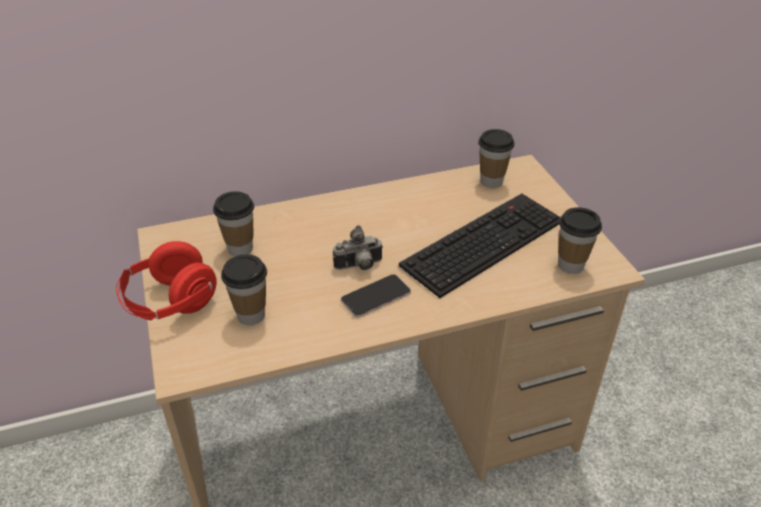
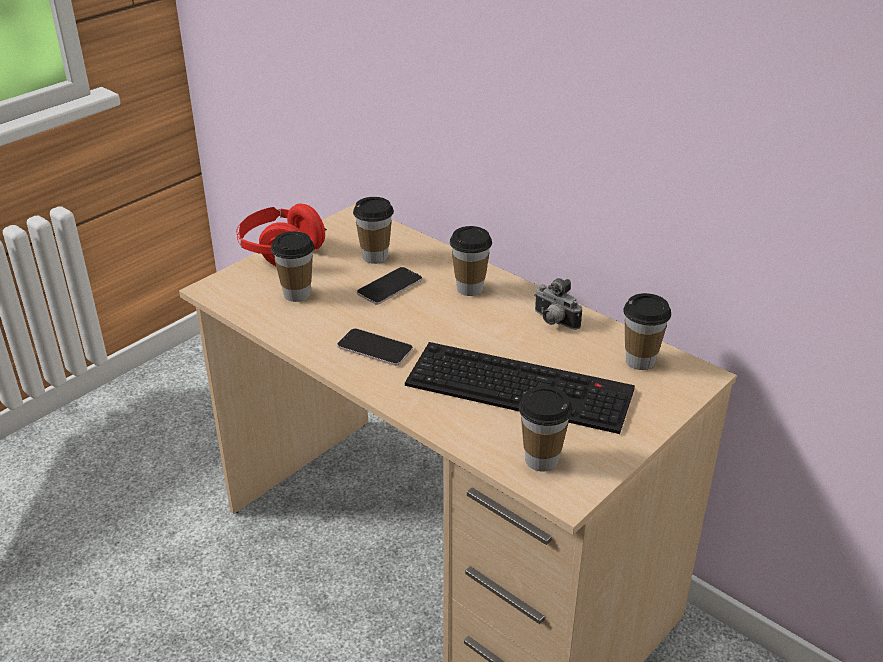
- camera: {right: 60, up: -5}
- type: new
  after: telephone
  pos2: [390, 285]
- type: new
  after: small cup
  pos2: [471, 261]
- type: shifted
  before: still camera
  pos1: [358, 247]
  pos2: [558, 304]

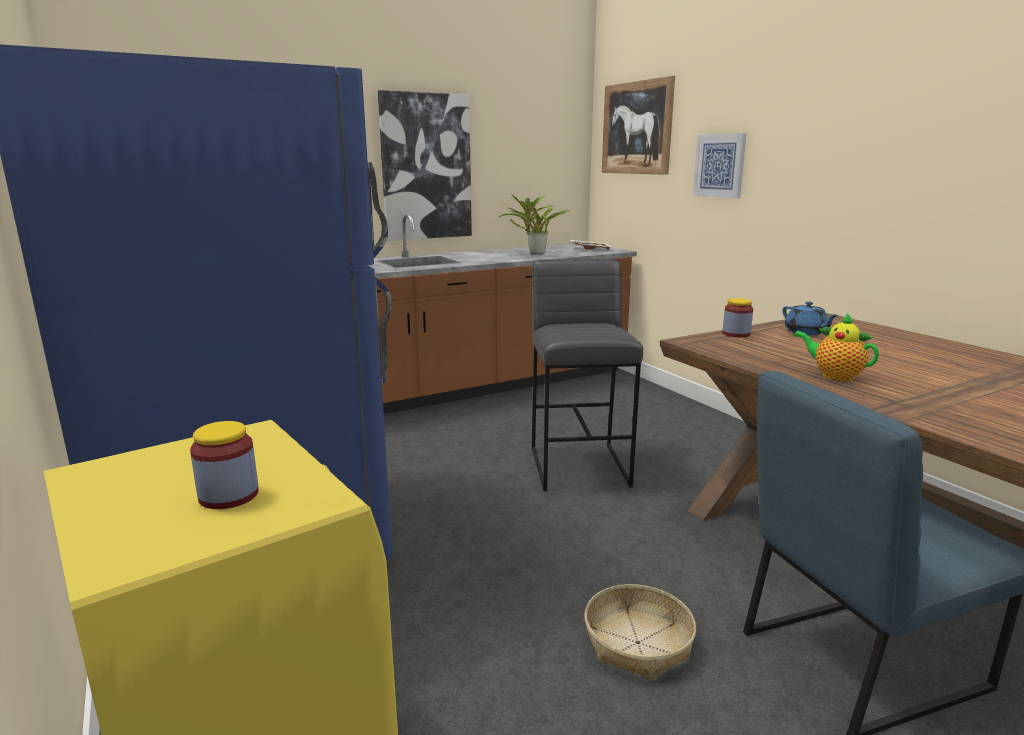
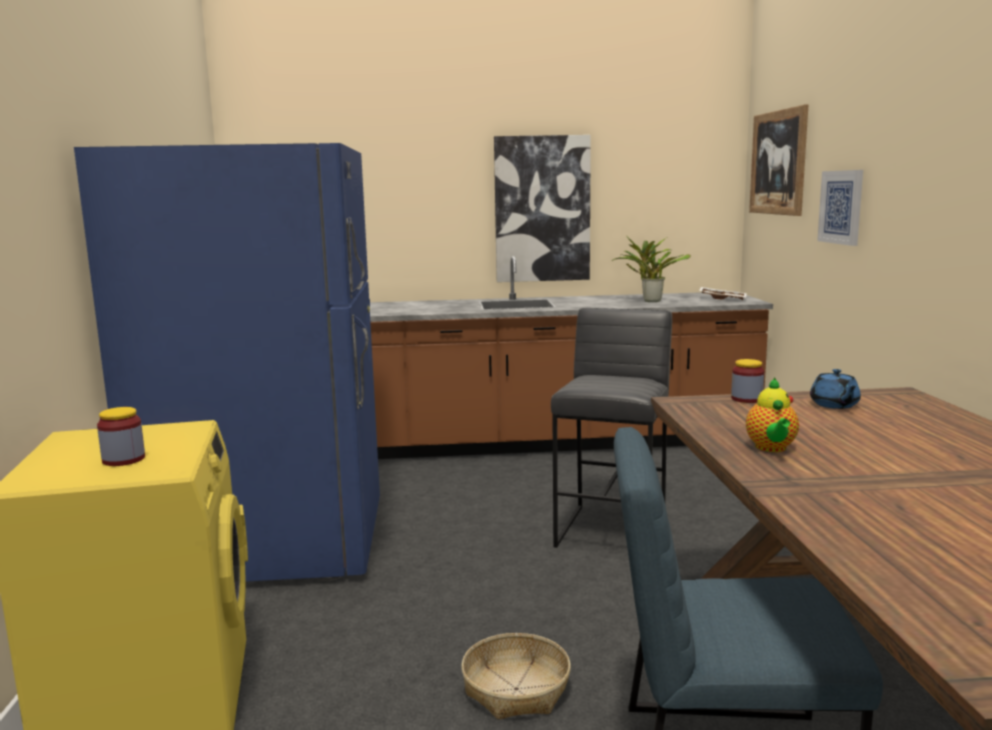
- camera: {right: 25, up: -5}
- type: rotated
  before: pot for tea
  pos1: [836, 347]
  pos2: [772, 415]
  turn: -150

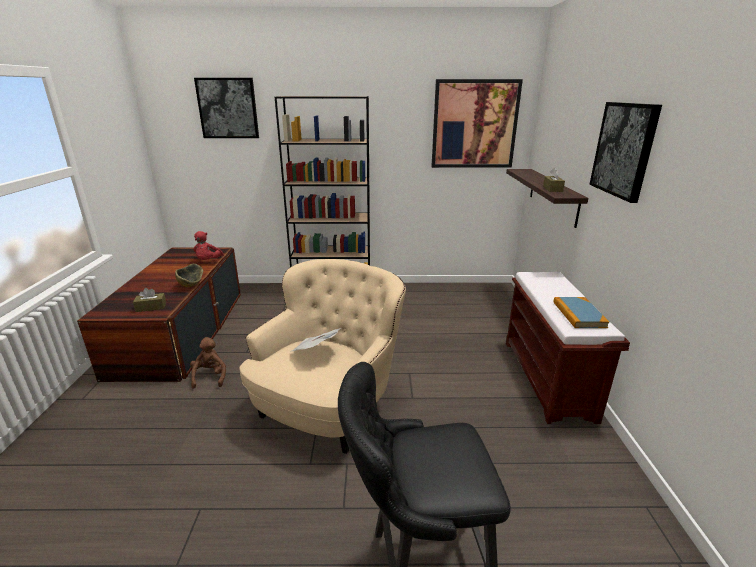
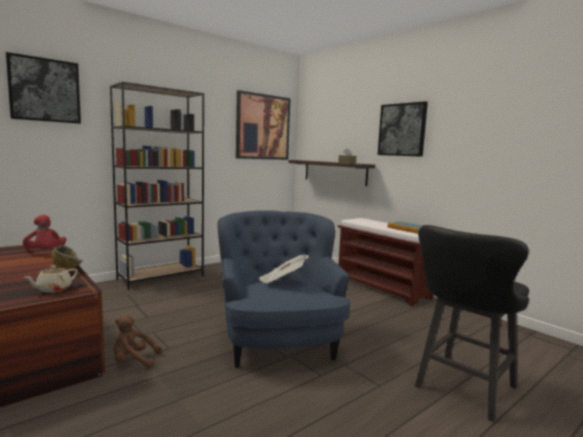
- camera: {right: -40, up: -15}
- type: swapped
  before: brownish tissue holder
  after: beige-coloured pot for tea
  pos1: [149, 300]
  pos2: [51, 279]
- type: rotated
  before: brownish soft toy
  pos1: [208, 363]
  pos2: [137, 342]
  turn: -45
- type: repainted
  before: beige-coloured armchair
  after: blue-coloured armchair
  pos1: [323, 356]
  pos2: [283, 289]

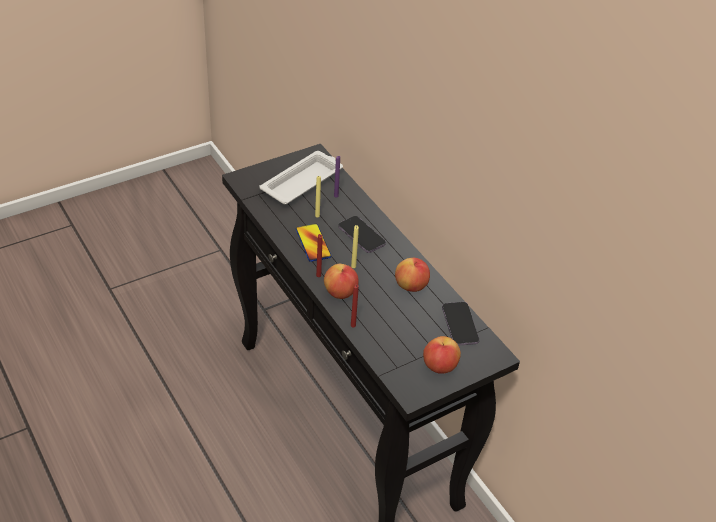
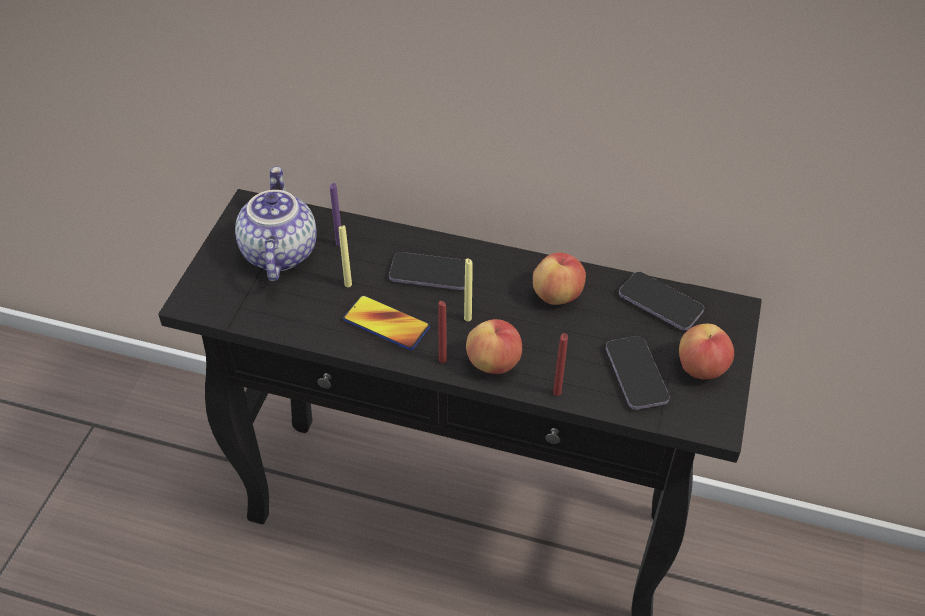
- camera: {right: -40, up: 5}
- type: swapped
  before: white-coloured carrying tray
  after: pot for tea
  pos1: [301, 177]
  pos2: [276, 224]
- type: new
  after: telephone
  pos2: [638, 373]

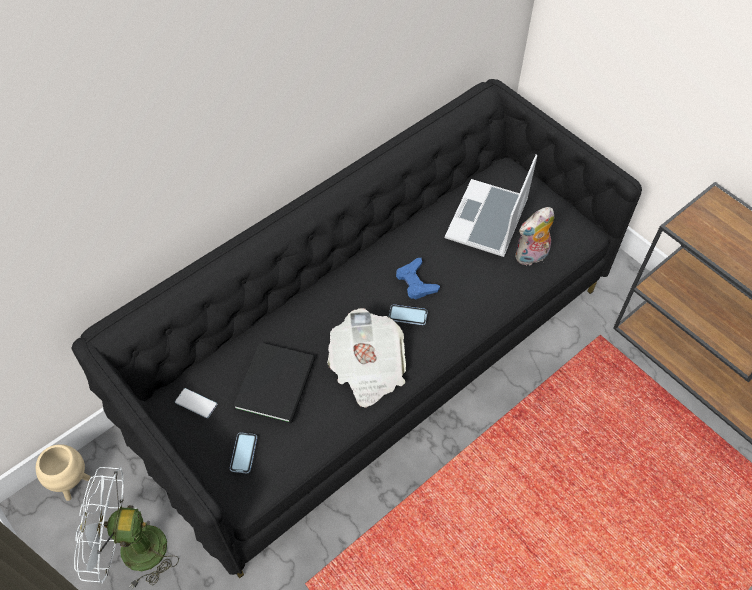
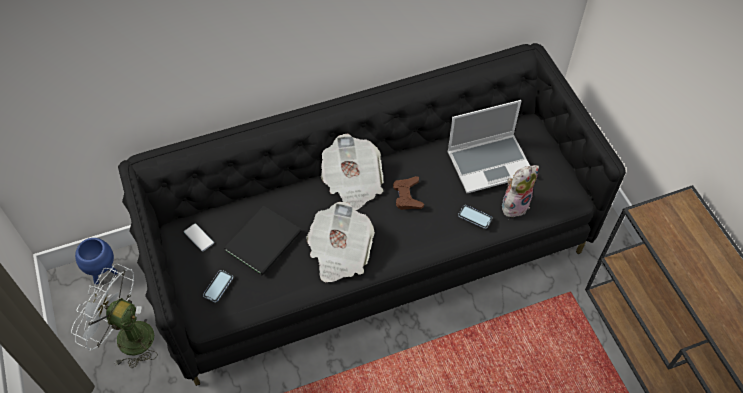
- camera: {right: 20, up: 0}
- type: repainted
  before: beige-coloured plant pot
  after: blue-coloured plant pot
  pos1: [63, 472]
  pos2: [96, 261]
- type: new
  after: daily paper
  pos2: [352, 172]
- type: repainted
  before: blue-coloured joypad
  after: brownish joypad
  pos1: [418, 279]
  pos2: [408, 193]
- type: rotated
  before: notebook computer
  pos1: [491, 205]
  pos2: [488, 146]
  turn: -150
- type: shifted
  before: telephone
  pos1: [408, 314]
  pos2: [475, 217]
- type: rotated
  before: soft toy
  pos1: [534, 236]
  pos2: [520, 191]
  turn: 150

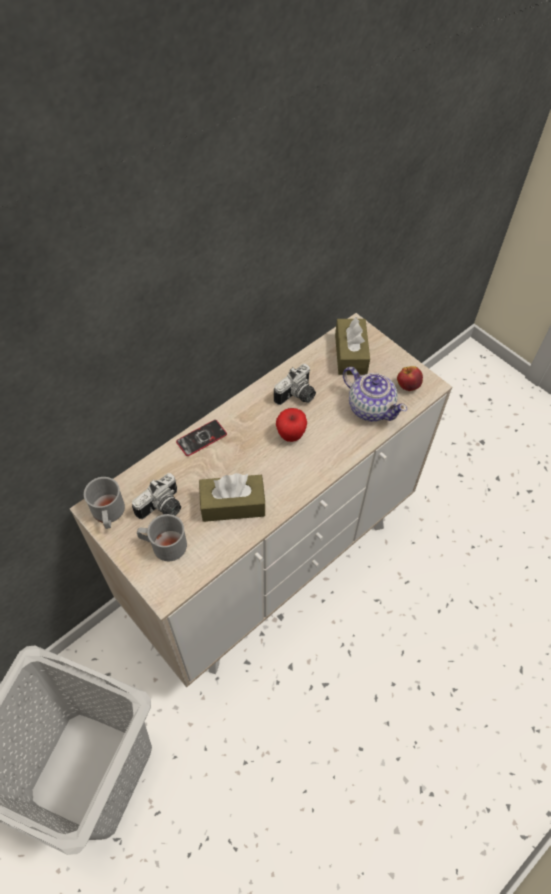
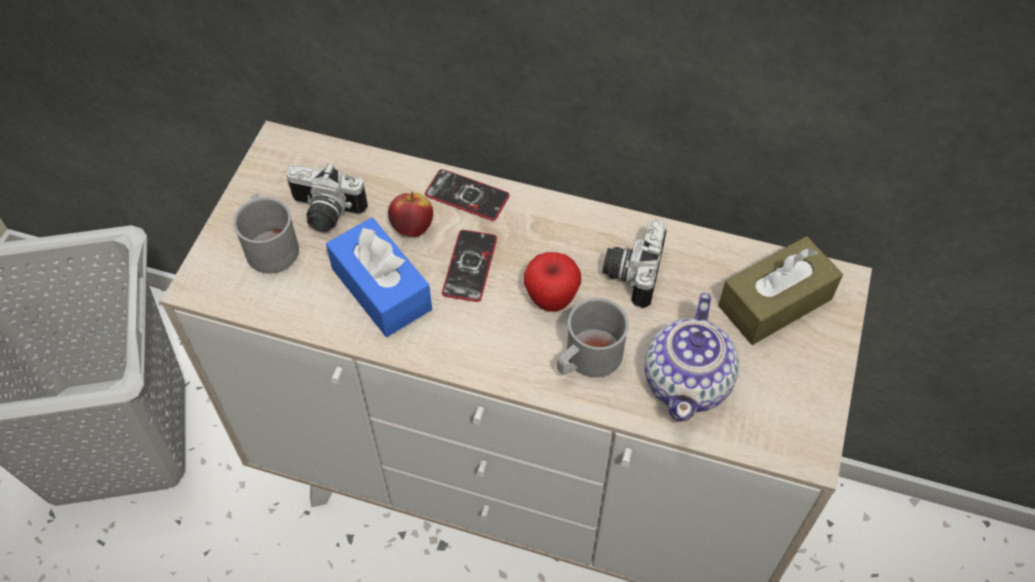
- camera: {right: 60, up: 0}
- type: repainted
  before: brownish tissue holder
  after: blue-coloured tissue holder
  pos1: [232, 497]
  pos2: [379, 277]
- type: shifted
  before: whole apple
  pos1: [410, 378]
  pos2: [410, 214]
- type: new
  after: telephone
  pos2: [469, 266]
- type: shifted
  before: gray tea mug
  pos1: [104, 503]
  pos2: [593, 337]
- type: rotated
  before: still camera
  pos1: [295, 384]
  pos2: [634, 263]
  turn: 90

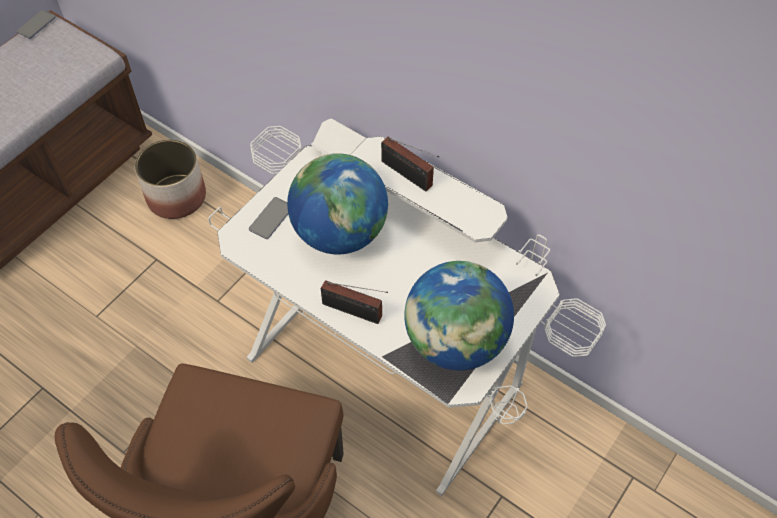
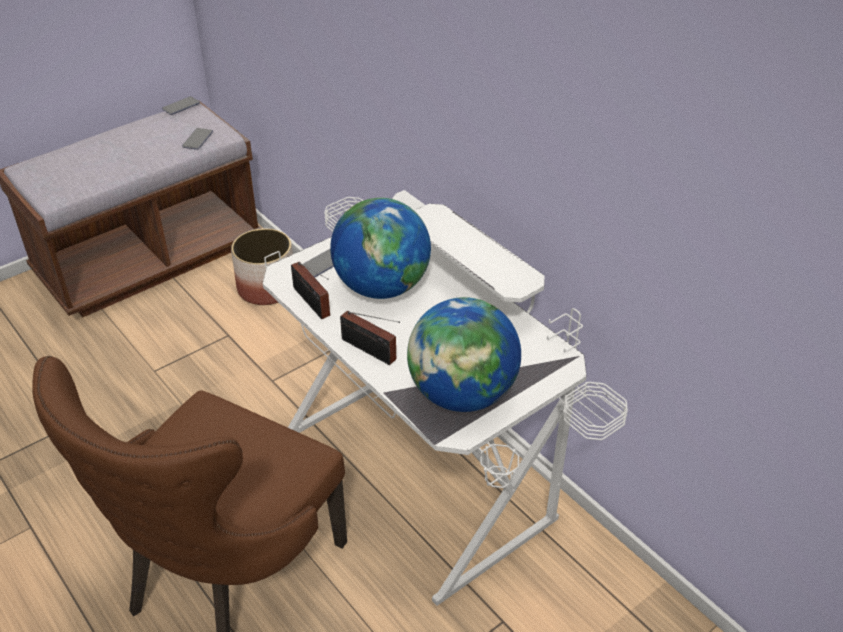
- camera: {right: 15, up: -15}
- type: new
  after: telephone
  pos2: [197, 139]
- type: shifted
  before: radio
  pos1: [410, 164]
  pos2: [310, 290]

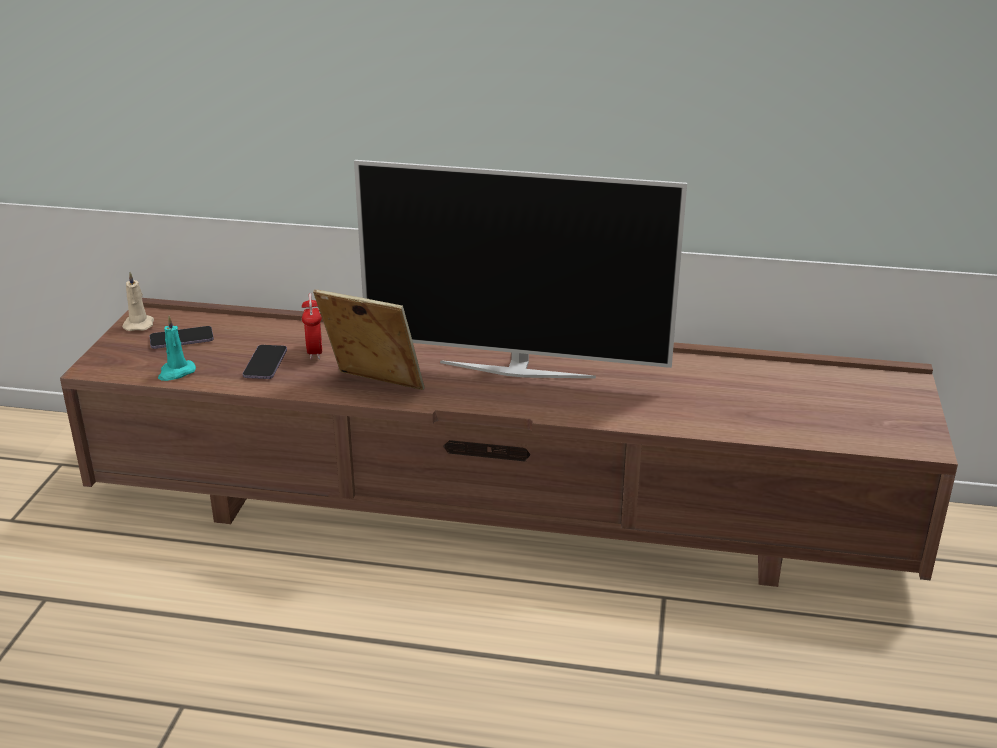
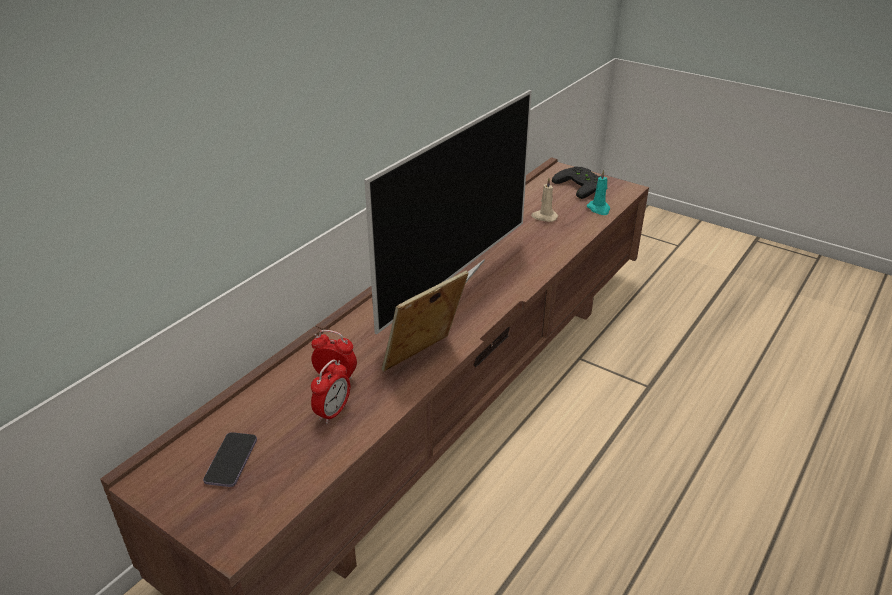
- camera: {right: -65, up: 5}
- type: swapped
  before: telephone
  after: alarm clock
  pos1: [265, 362]
  pos2: [330, 391]
- type: shifted
  before: beige-coloured candle
  pos1: [138, 301]
  pos2: [544, 200]
- type: new
  after: black-coloured joypad
  pos2: [576, 183]
- type: shifted
  before: turquoise candle
  pos1: [177, 348]
  pos2: [598, 192]

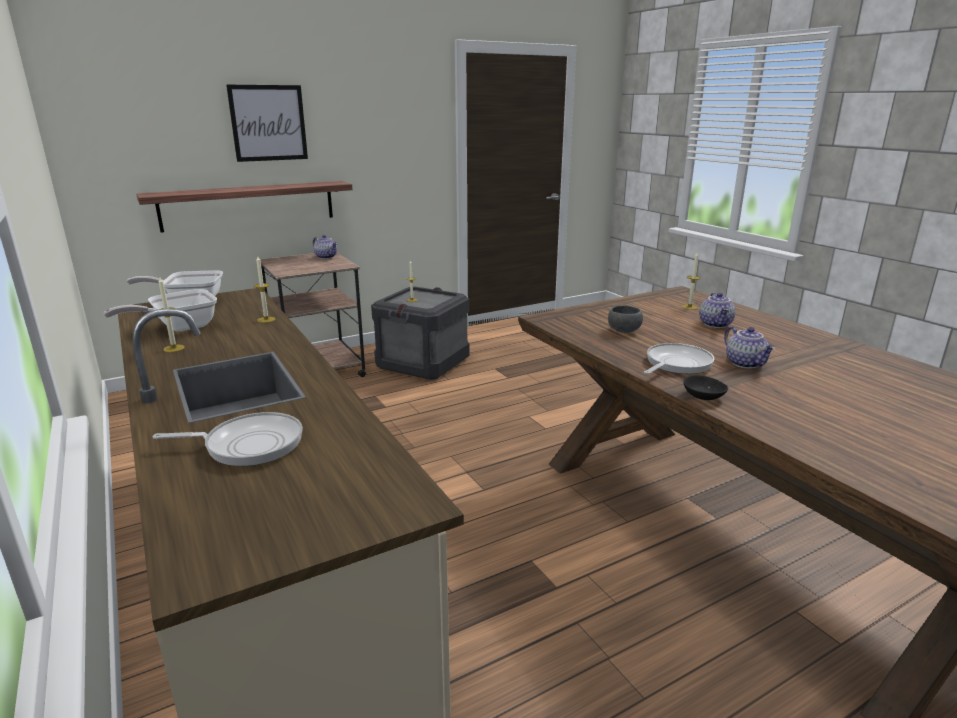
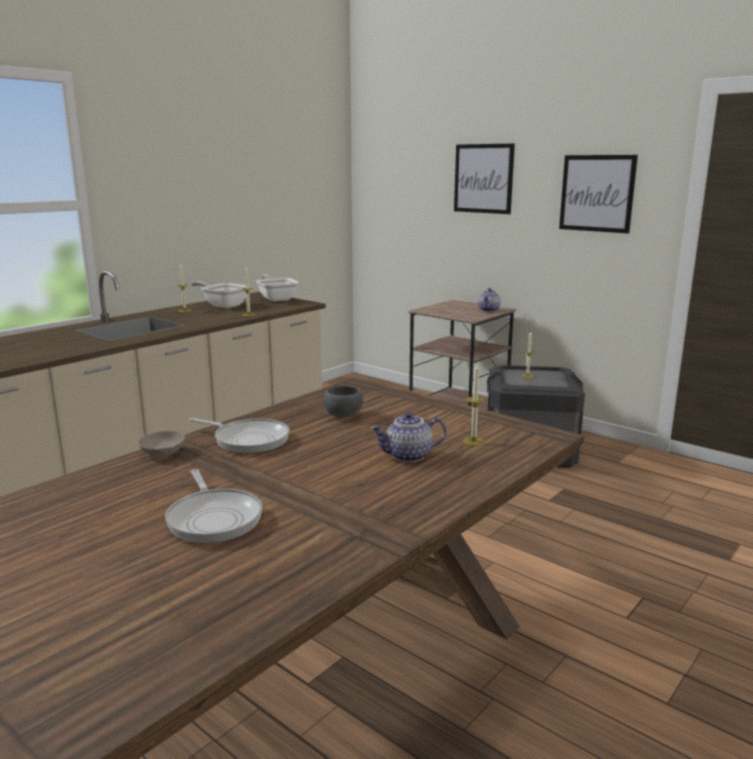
- camera: {right: 70, up: -5}
- type: repainted
  before: black-coloured serving bowl
  after: beige-coloured serving bowl
  pos1: [705, 387]
  pos2: [161, 443]
- type: shifted
  before: pan
  pos1: [227, 439]
  pos2: [213, 506]
- type: new
  after: wall picture
  pos2: [598, 194]
- type: gone
  before: bracket shelf
  pos1: [244, 206]
- type: gone
  before: pot for tea
  pos1: [749, 347]

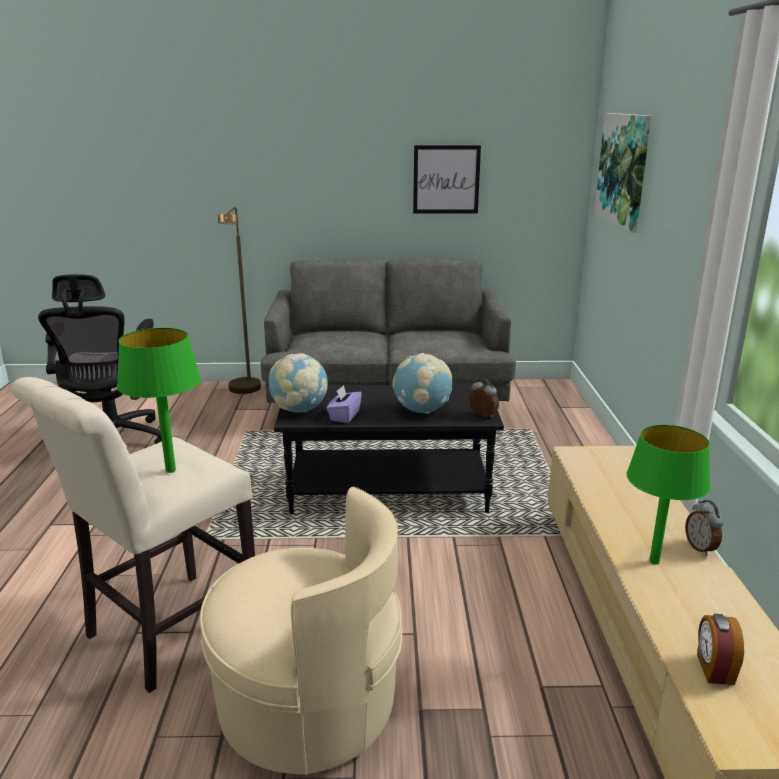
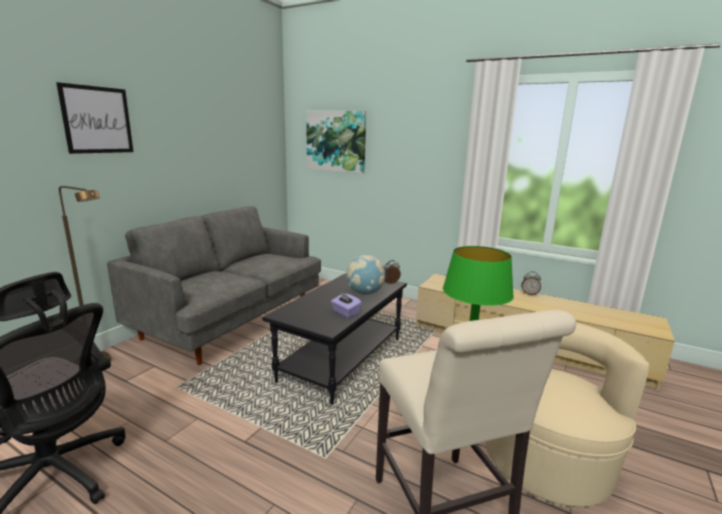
- camera: {right: -60, up: -5}
- type: shifted
  before: wall picture
  pos1: [447, 179]
  pos2: [94, 118]
- type: gone
  before: globe
  pos1: [298, 383]
- type: gone
  before: green table lamp
  pos1: [668, 495]
- type: gone
  before: alarm clock
  pos1: [720, 649]

